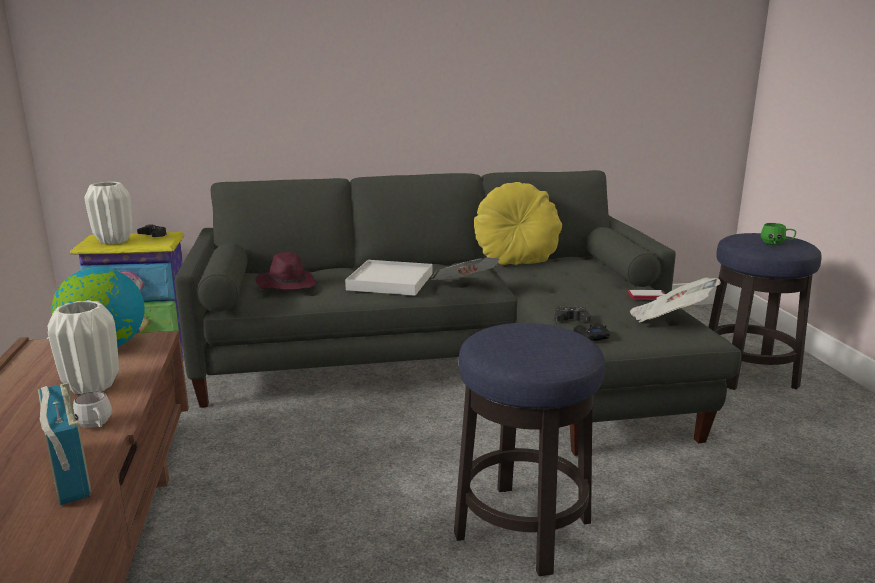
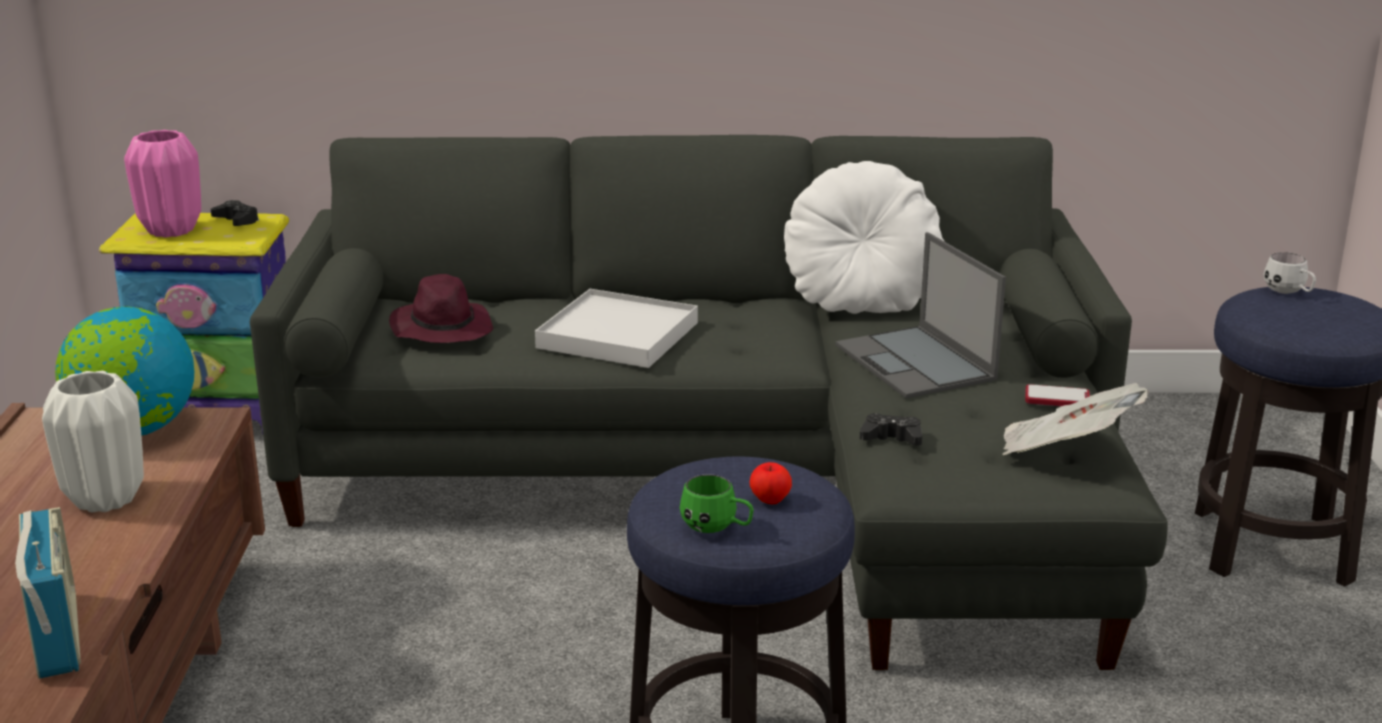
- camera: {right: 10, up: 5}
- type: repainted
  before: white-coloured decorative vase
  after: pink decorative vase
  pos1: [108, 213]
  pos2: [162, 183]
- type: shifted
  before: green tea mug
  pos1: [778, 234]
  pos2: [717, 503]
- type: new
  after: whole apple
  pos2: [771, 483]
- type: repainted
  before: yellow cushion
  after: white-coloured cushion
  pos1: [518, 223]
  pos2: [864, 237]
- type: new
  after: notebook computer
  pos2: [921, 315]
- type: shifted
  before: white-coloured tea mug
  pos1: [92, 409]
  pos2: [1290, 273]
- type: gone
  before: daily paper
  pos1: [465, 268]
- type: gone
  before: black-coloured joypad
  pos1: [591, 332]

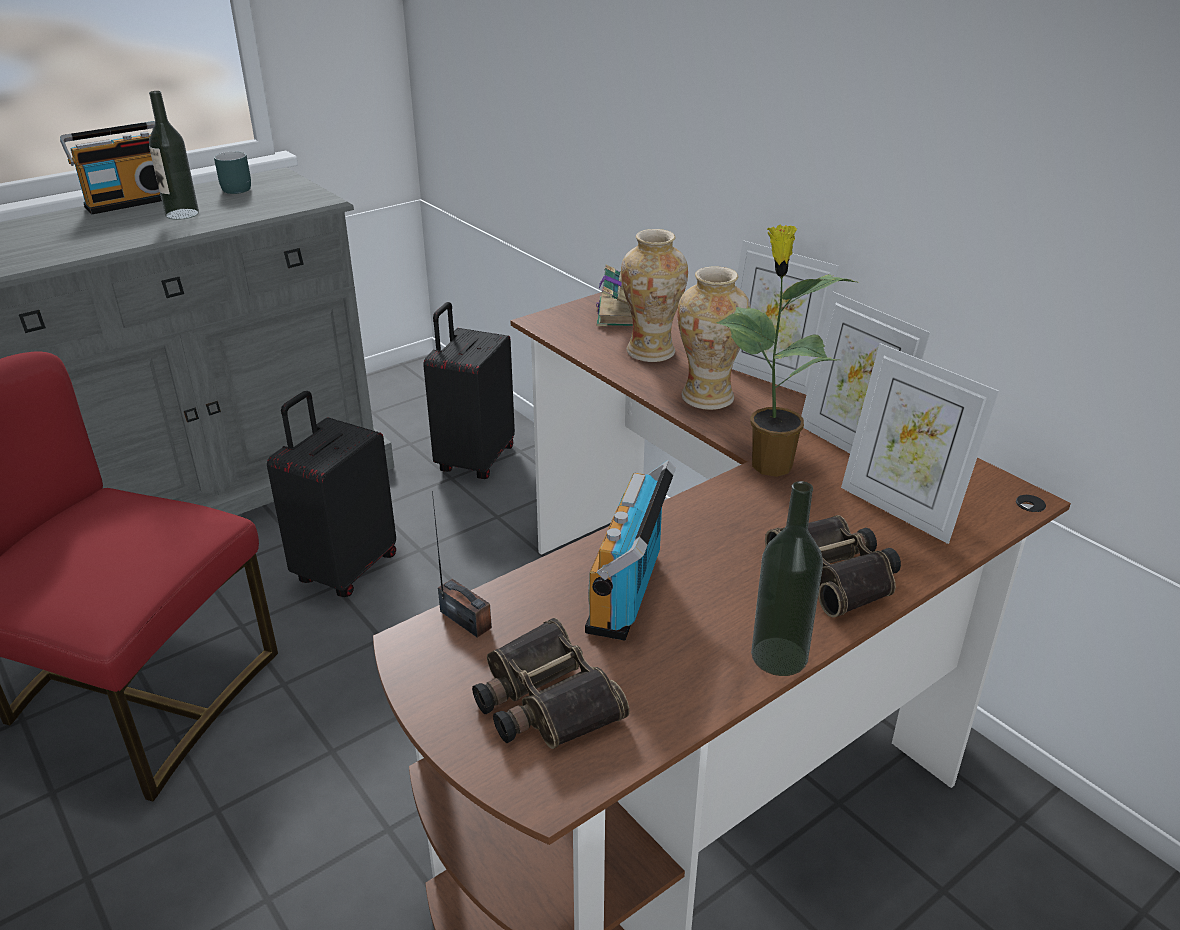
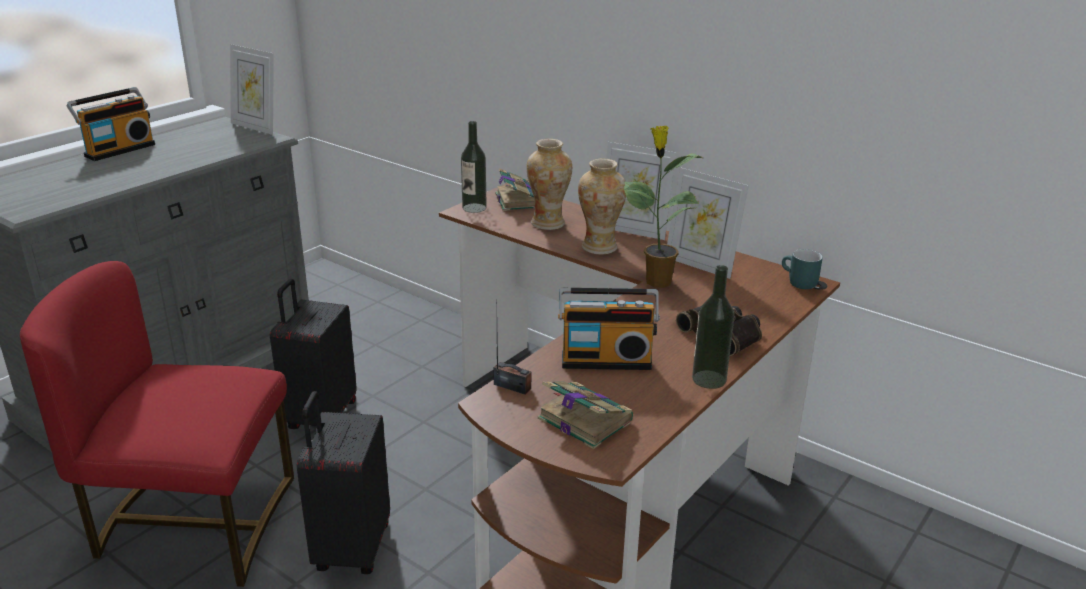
- camera: {right: -15, up: -5}
- type: shifted
  before: standing frame
  pos1: [920, 443]
  pos2: [252, 89]
- type: shifted
  before: black-coloured travel case
  pos1: [469, 390]
  pos2: [343, 482]
- type: shifted
  before: drink bottle
  pos1: [174, 155]
  pos2: [474, 167]
- type: swapped
  before: field glasses
  after: book
  pos1: [550, 683]
  pos2: [585, 415]
- type: rotated
  before: radio
  pos1: [630, 550]
  pos2: [609, 329]
  turn: -90
- type: shifted
  before: turquoise tea mug
  pos1: [232, 173]
  pos2: [802, 269]

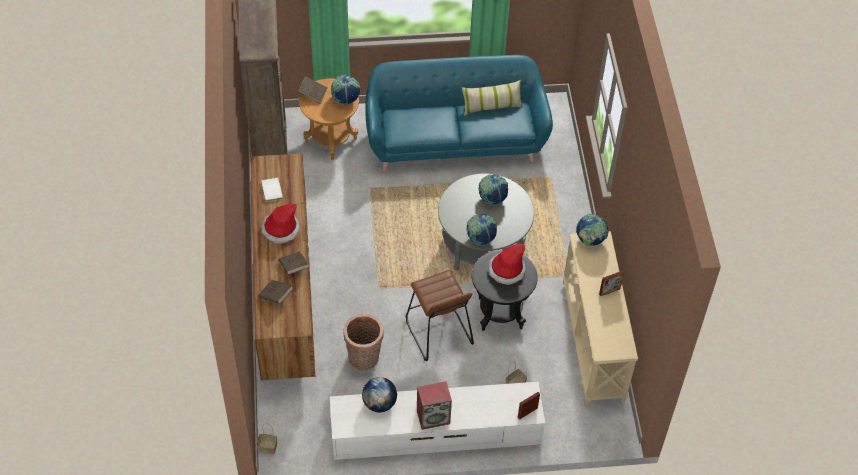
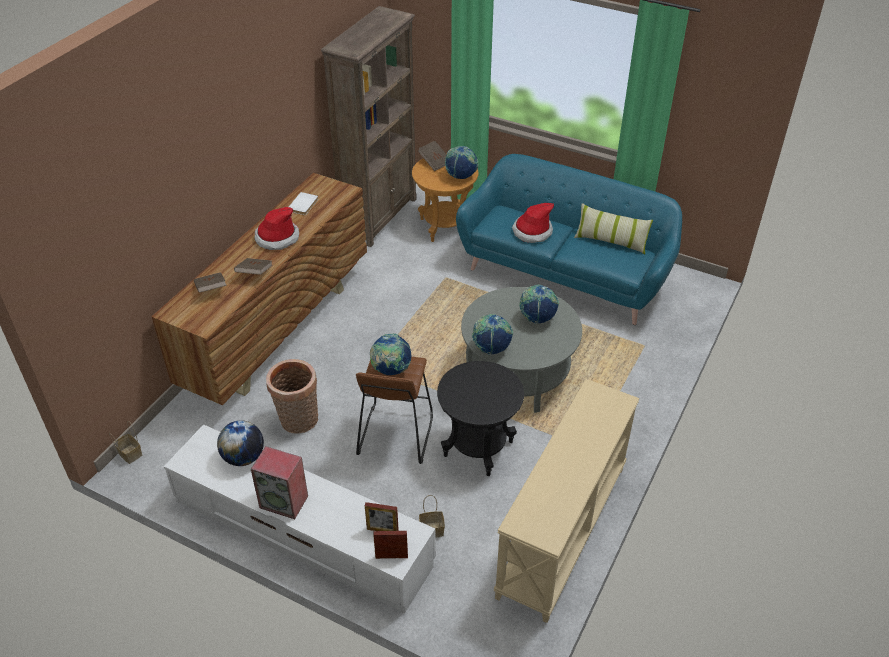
- camera: {right: 35, up: -10}
- type: shifted
  before: standing frame
  pos1: [611, 283]
  pos2: [382, 516]
- type: shifted
  before: globe
  pos1: [592, 230]
  pos2: [390, 354]
- type: shifted
  before: hat
  pos1: [507, 264]
  pos2: [533, 223]

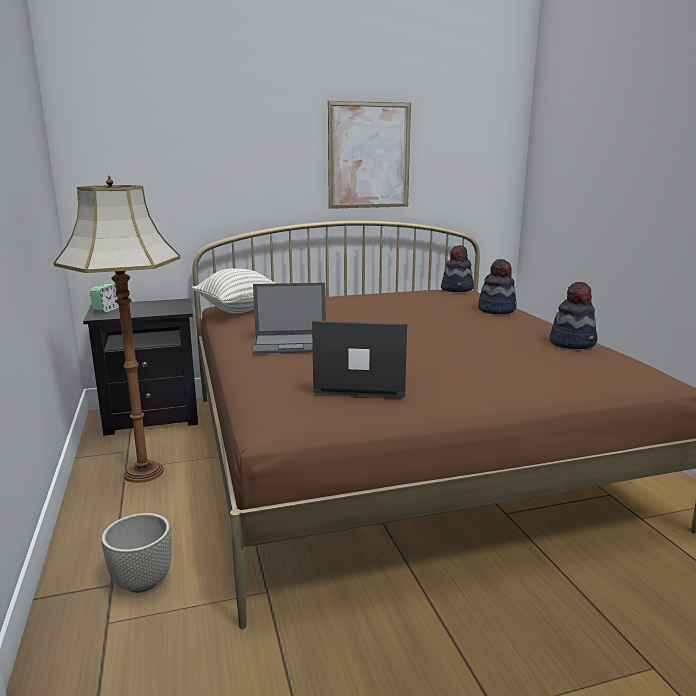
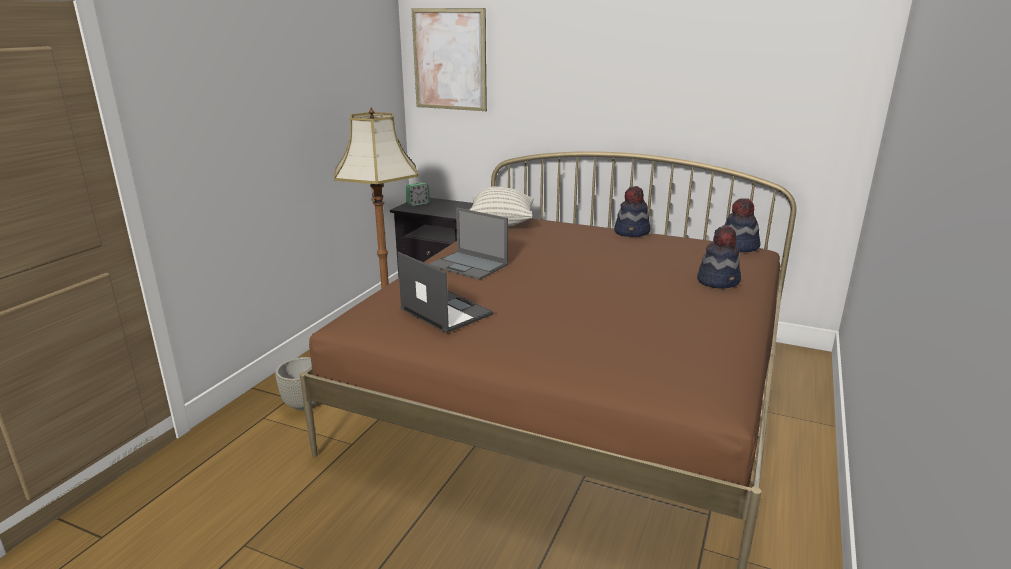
- camera: {right: 40, up: 5}
- type: shifted
  before: wall picture
  pos1: [369, 155]
  pos2: [449, 59]
- type: shifted
  before: hat
  pos1: [573, 315]
  pos2: [632, 211]

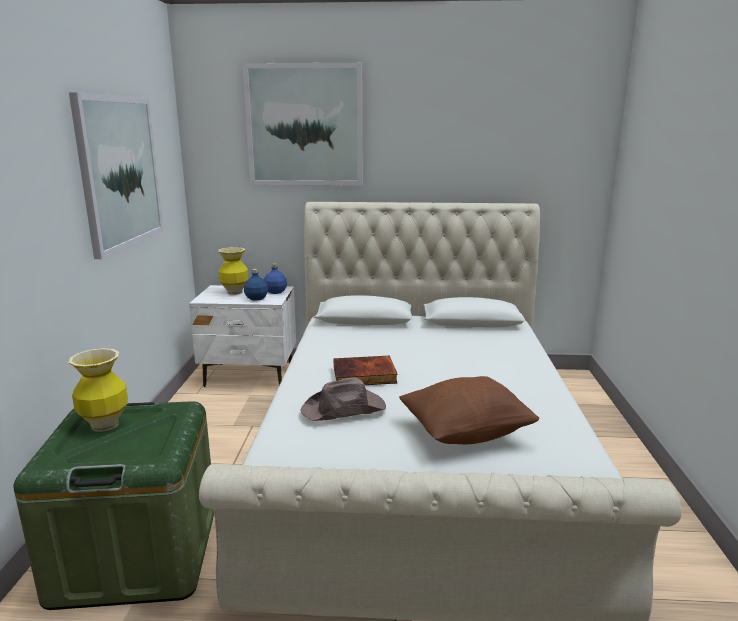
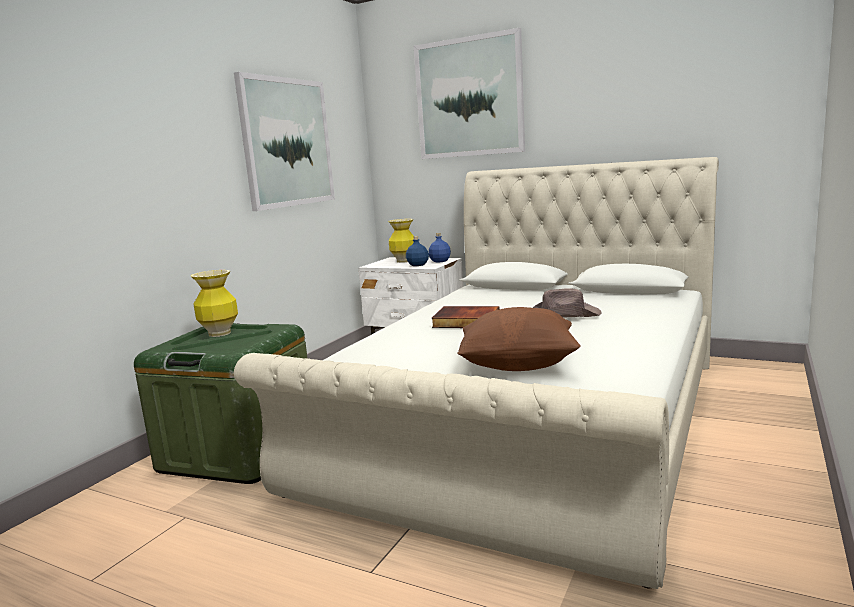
- camera: {right: 25, up: -5}
- type: shifted
  before: brownish hat
  pos1: [343, 399]
  pos2: [567, 302]

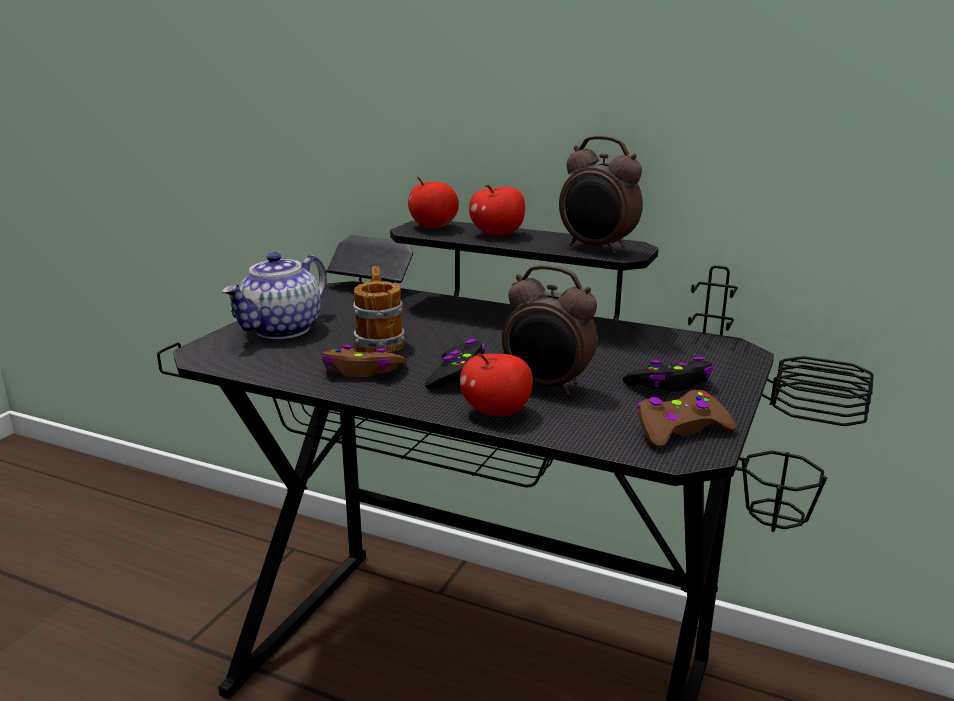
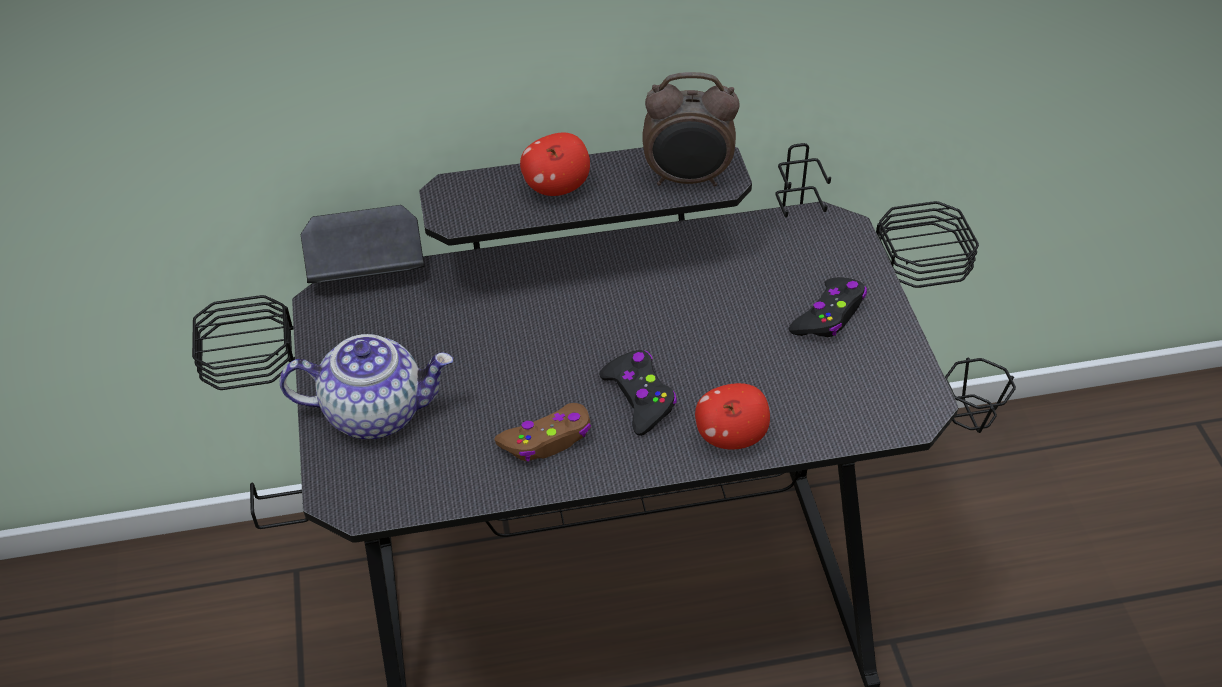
- camera: {right: -35, up: 25}
- type: rotated
  before: pot for tea
  pos1: [274, 295]
  pos2: [366, 386]
  turn: -90
- type: gone
  before: tea mug
  pos1: [379, 309]
- type: gone
  before: whole apple
  pos1: [433, 203]
- type: gone
  before: alarm clock
  pos1: [549, 330]
- type: gone
  before: brownish joypad
  pos1: [687, 419]

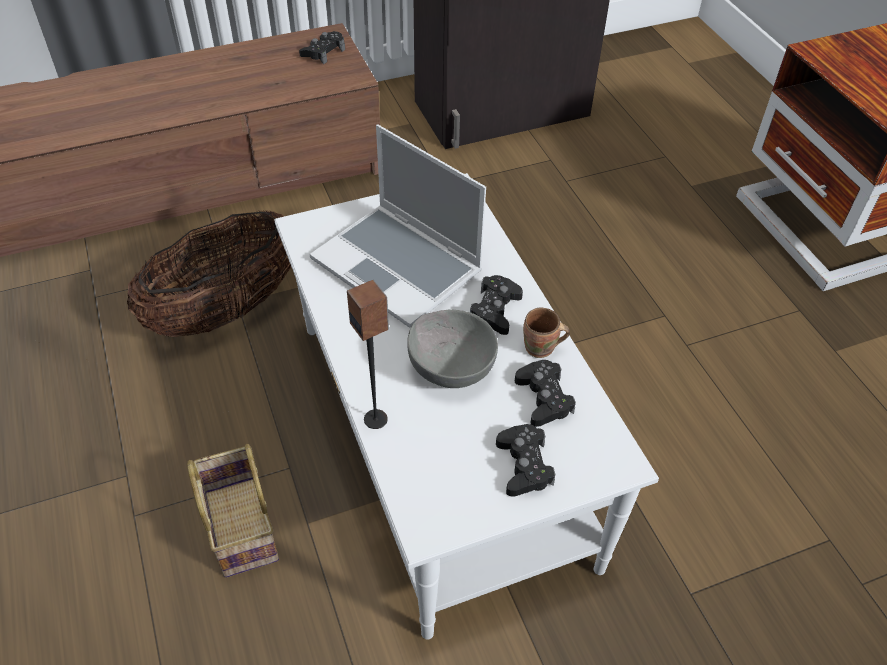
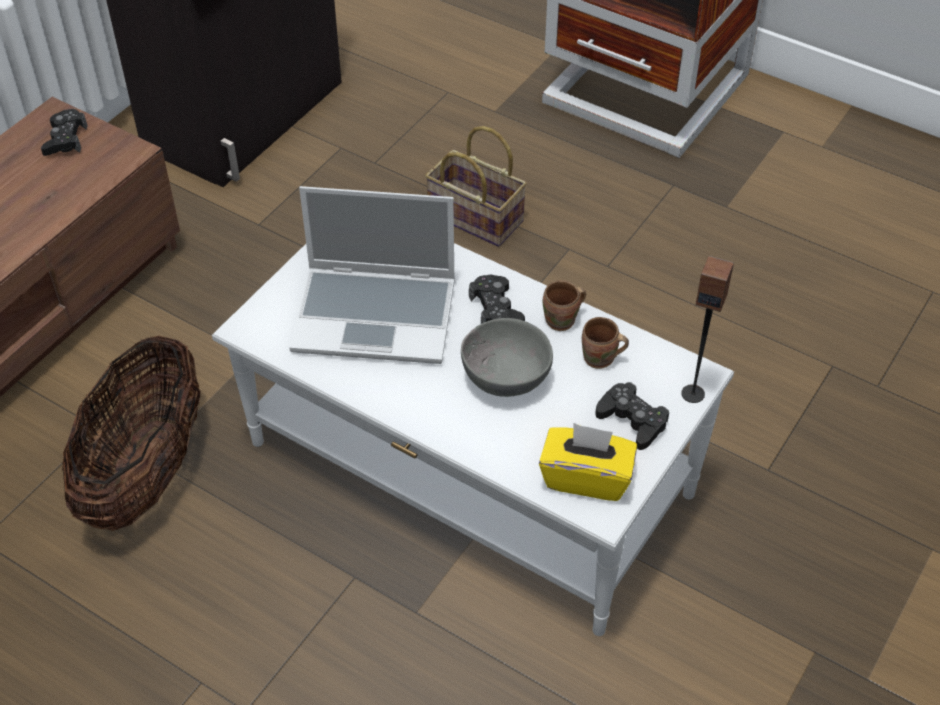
- camera: {right: -35, up: 0}
- type: shifted
  before: storage basket
  pos1: [233, 511]
  pos2: [476, 186]
- type: new
  after: yellow tissue holder
  pos2: [588, 462]
- type: swapped
  before: black-coloured joypad
  after: brownish tea mug
  pos1: [545, 393]
  pos2: [605, 343]
- type: shifted
  before: loudspeaker
  pos1: [368, 354]
  pos2: [707, 329]

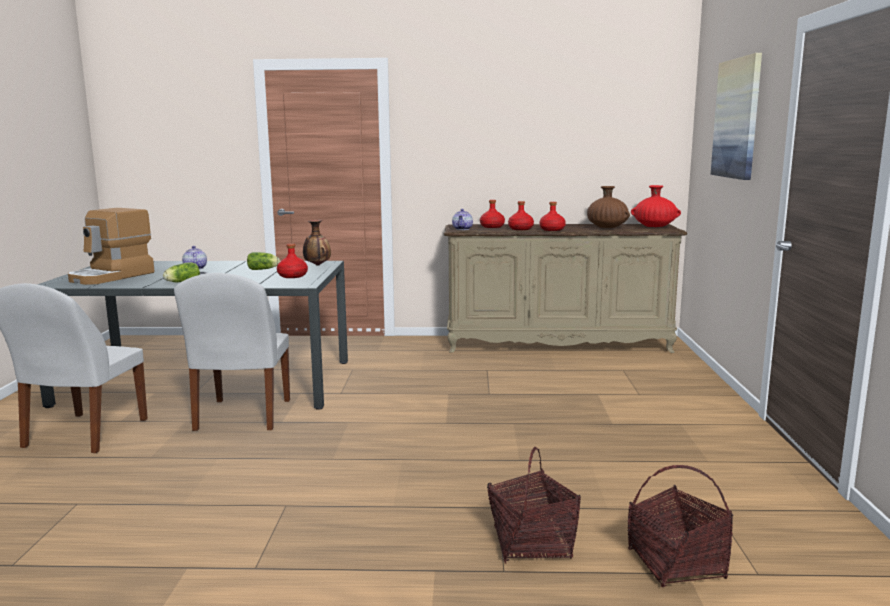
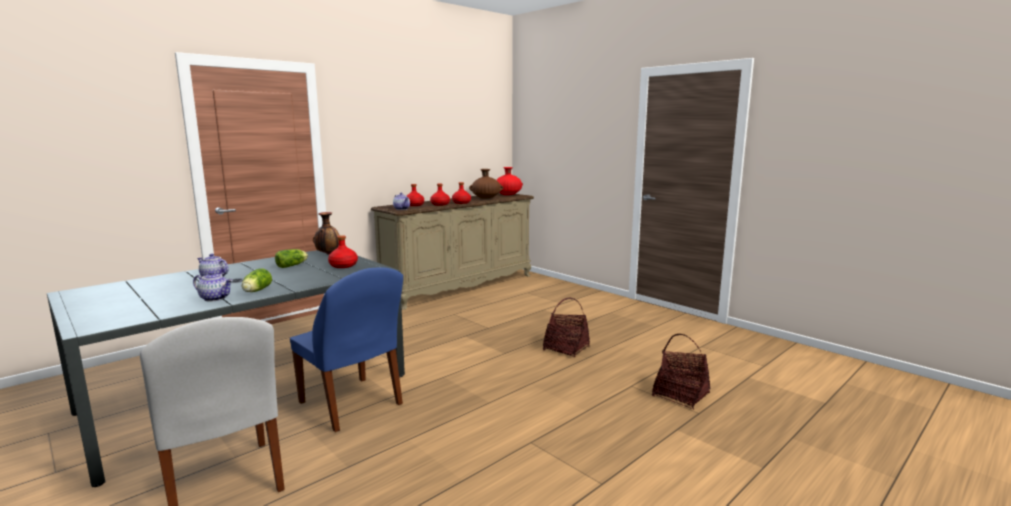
- camera: {right: -45, up: 0}
- type: new
  after: pot for tea
  pos2: [213, 286]
- type: repainted
  before: white-coloured upright chair
  after: blue-coloured upright chair
  pos1: [232, 352]
  pos2: [346, 349]
- type: shifted
  before: storage basket
  pos1: [680, 526]
  pos2: [566, 327]
- type: gone
  before: coffee machine
  pos1: [111, 246]
- type: gone
  before: wall picture
  pos1: [736, 116]

